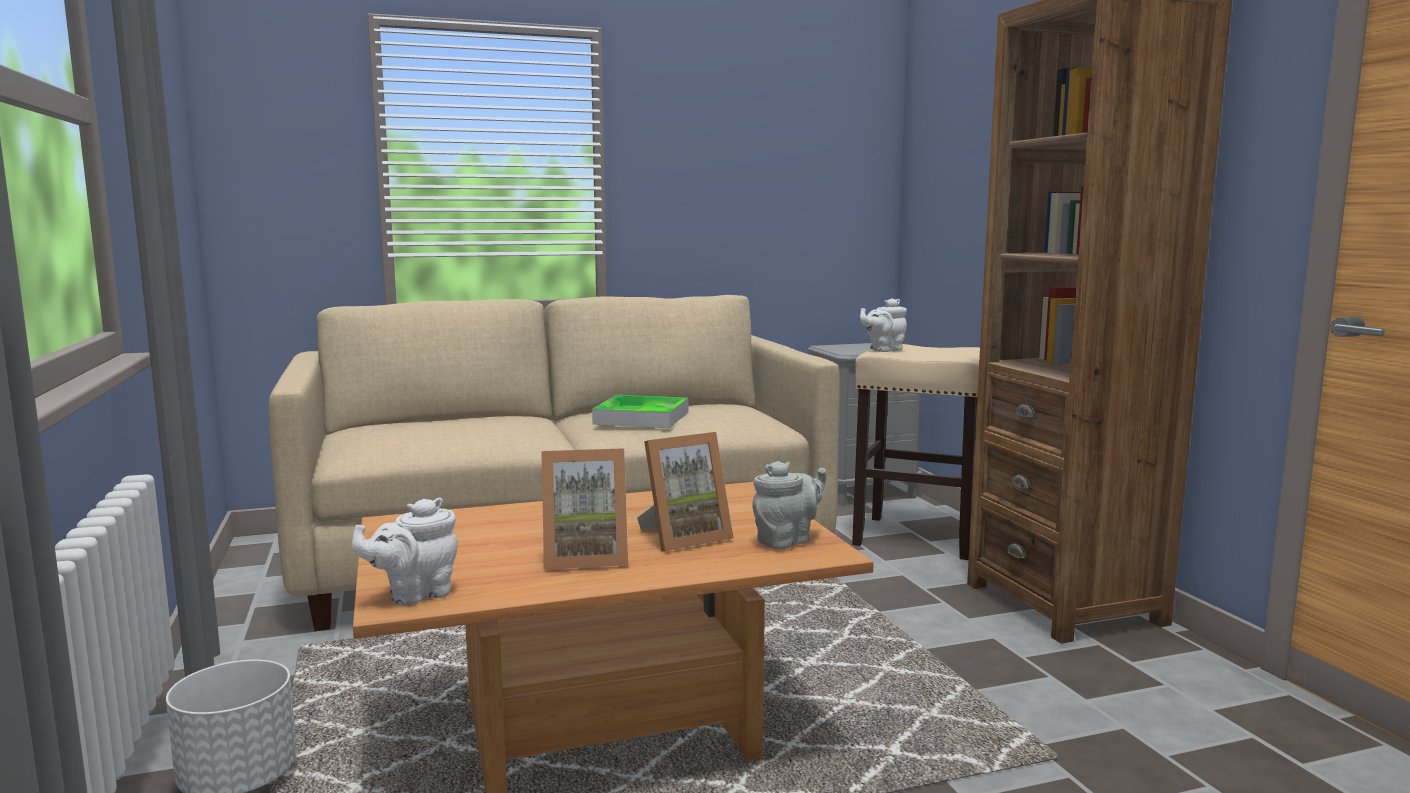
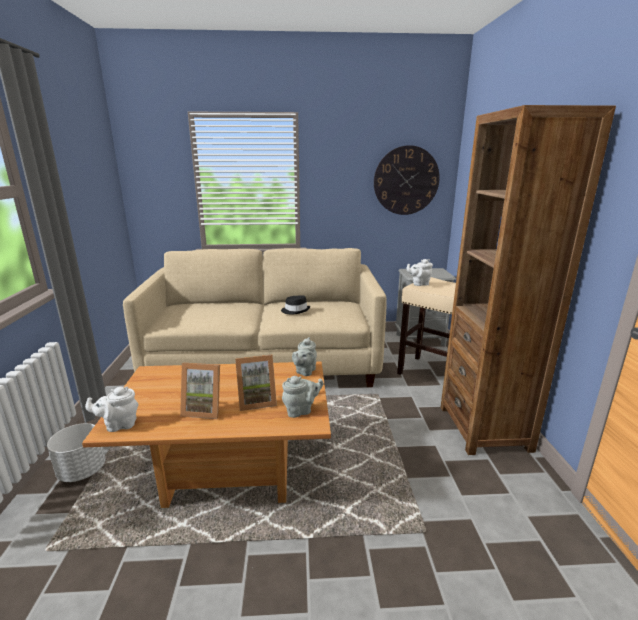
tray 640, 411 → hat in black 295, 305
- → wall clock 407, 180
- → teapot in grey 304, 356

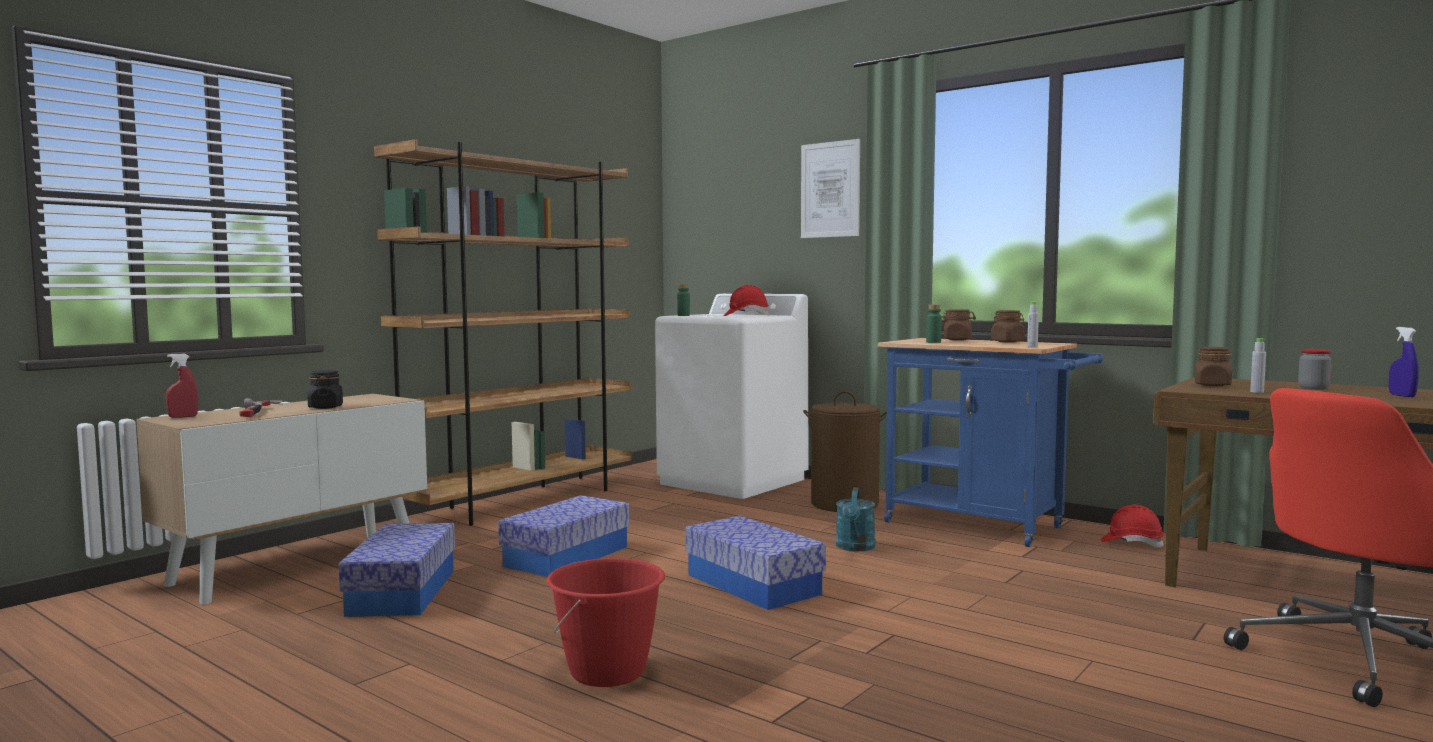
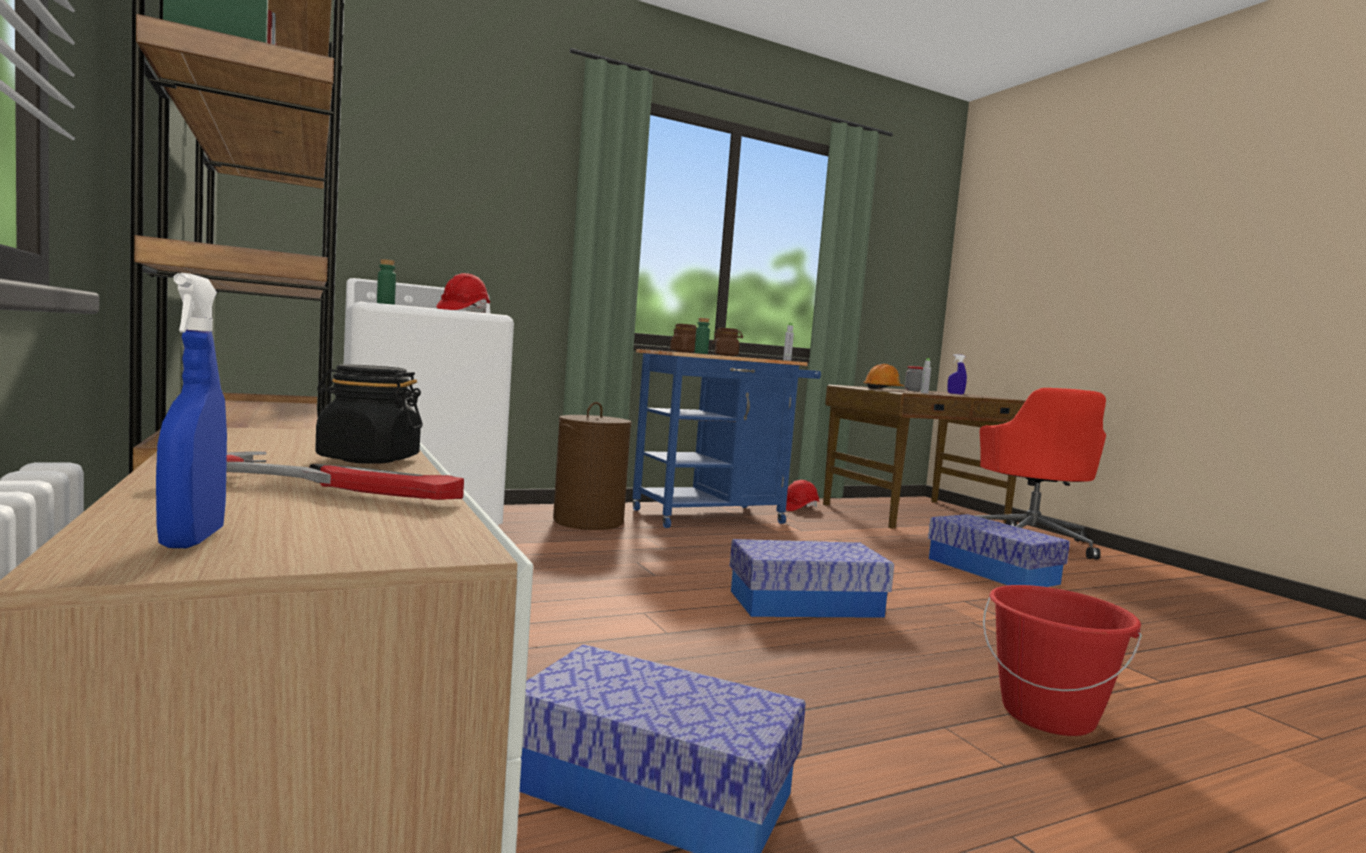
picture 830, 188 → -
jar in brown 1213, 366 → hard hat in orange 883, 376
spray bottle in red 182, 386 → spray bottle in blue 191, 410
watering can in turquoise 855, 519 → -
storage box 564, 536 → storage box 999, 550, move

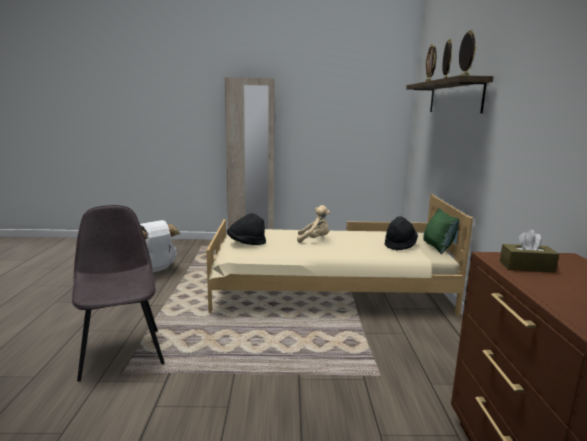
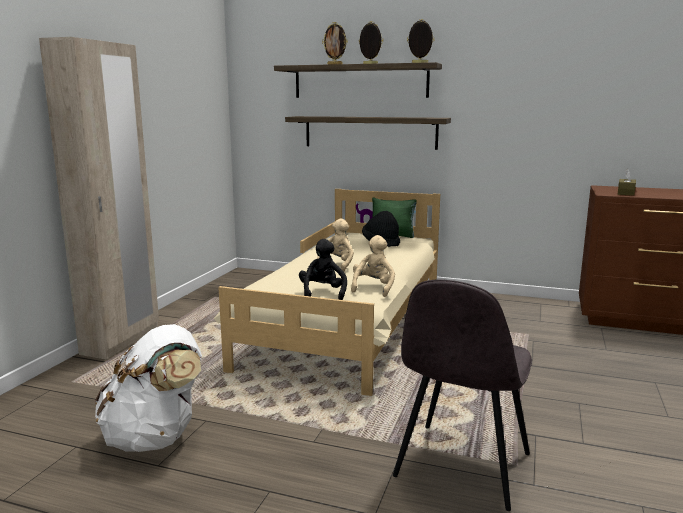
chair in grey 118, 293 → chair in grey 462, 395, 60 degrees counterclockwise
hat in black 246, 229 → plush toy in black 323, 269
- → shelf 368, 133
- → plush toy in beige 373, 266

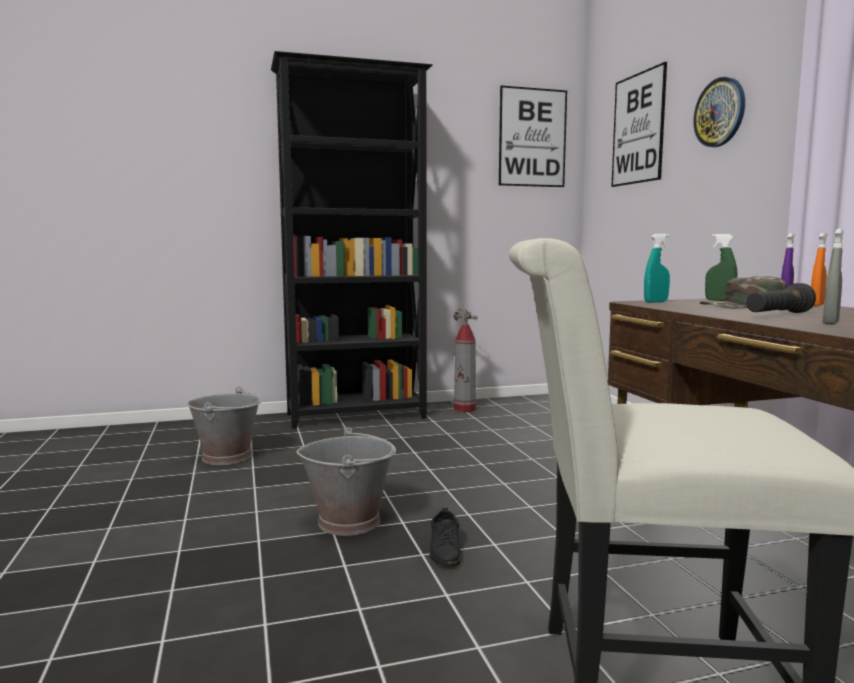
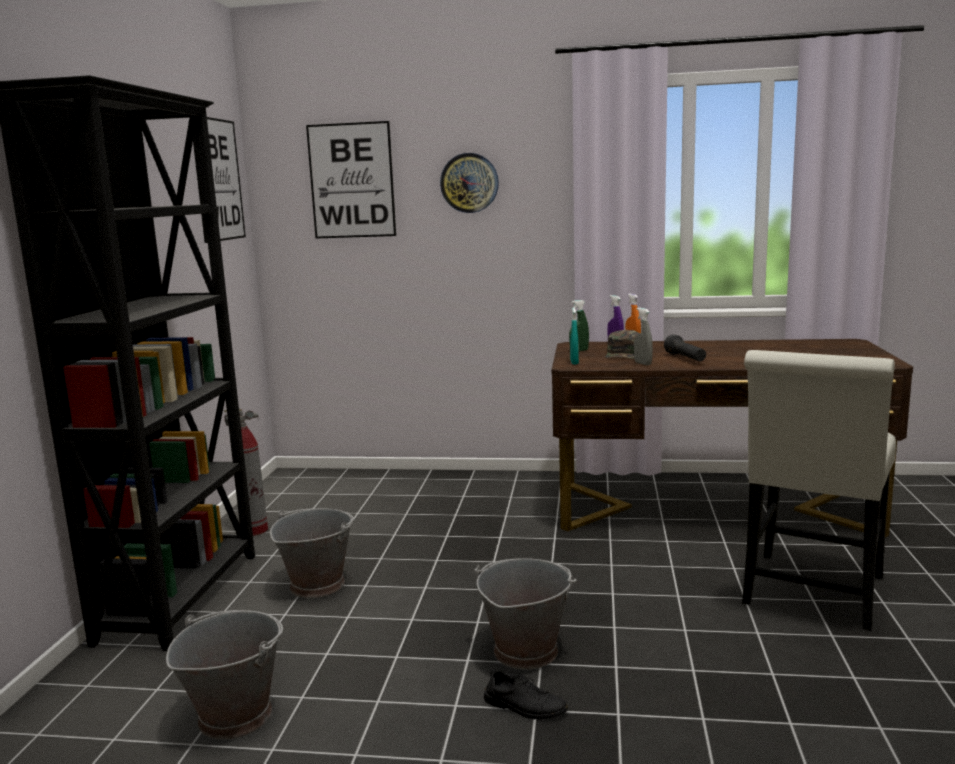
spray bottle in grey 833, 276 → spray bottle in grey 643, 336, move
shoe in black 445, 537 → shoe in black 526, 695, move
- → bucket in grey 312, 553

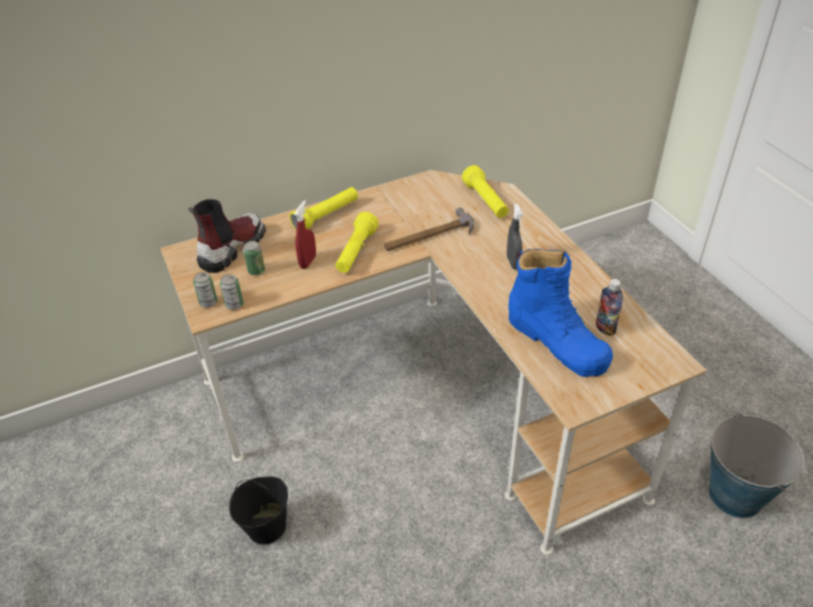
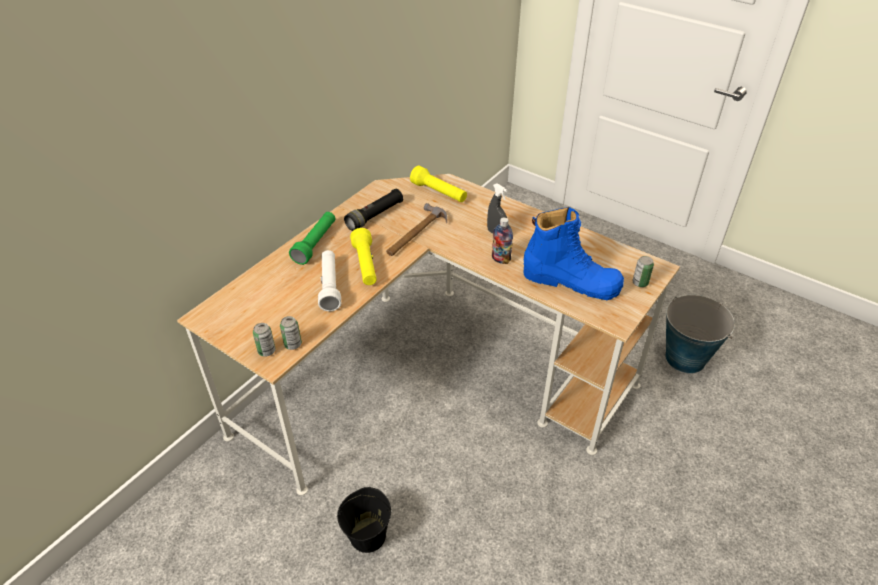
flashlight in yellow 324, 208 → flashlight in green 312, 238
boot 227, 236 → -
spray bottle in red 305, 234 → flashlight in white 329, 280
can 254, 258 → can 643, 271, move
bottle 609, 307 → bottle 502, 240, move
- → flashlight in black 373, 210

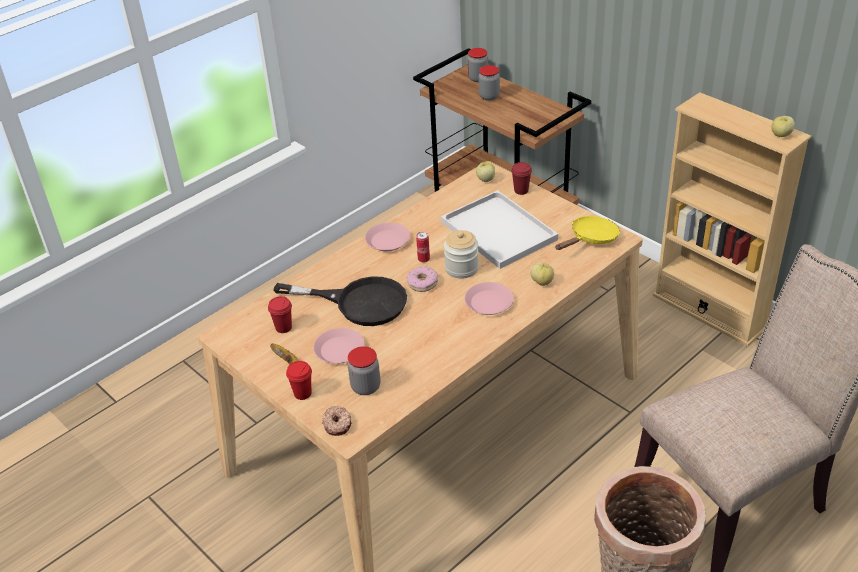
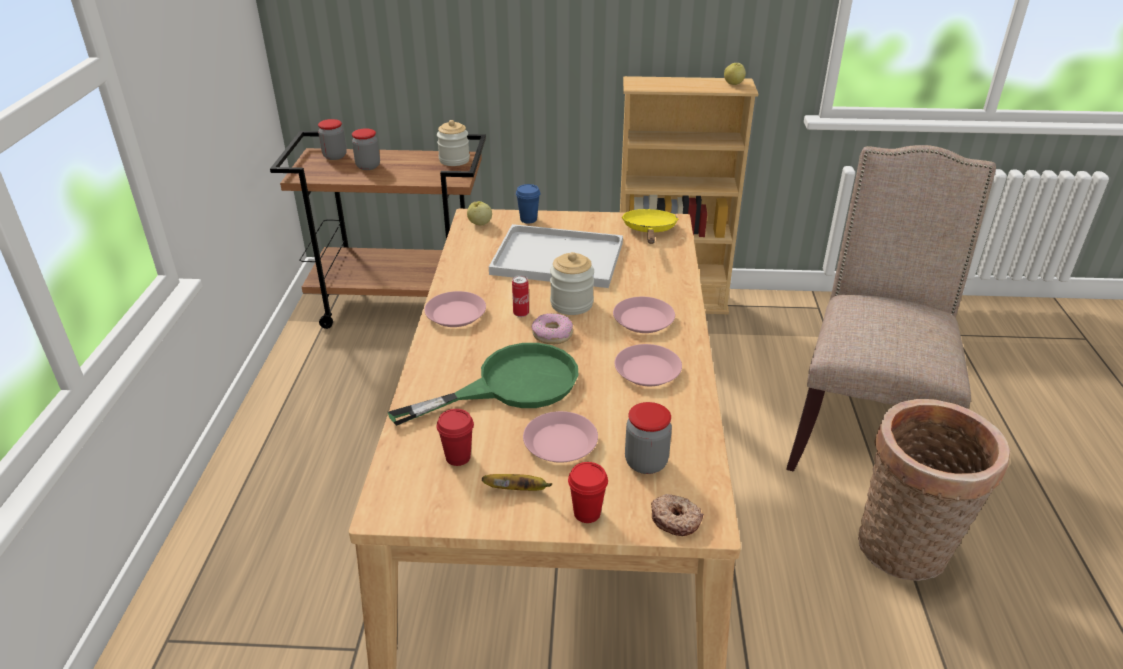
cup in red 521, 178 → cup in blue 528, 203
apple 542, 274 → -
frying pan in black 340, 301 → frying pan in green 483, 384
- → jar 453, 143
- → plate in pink 648, 365

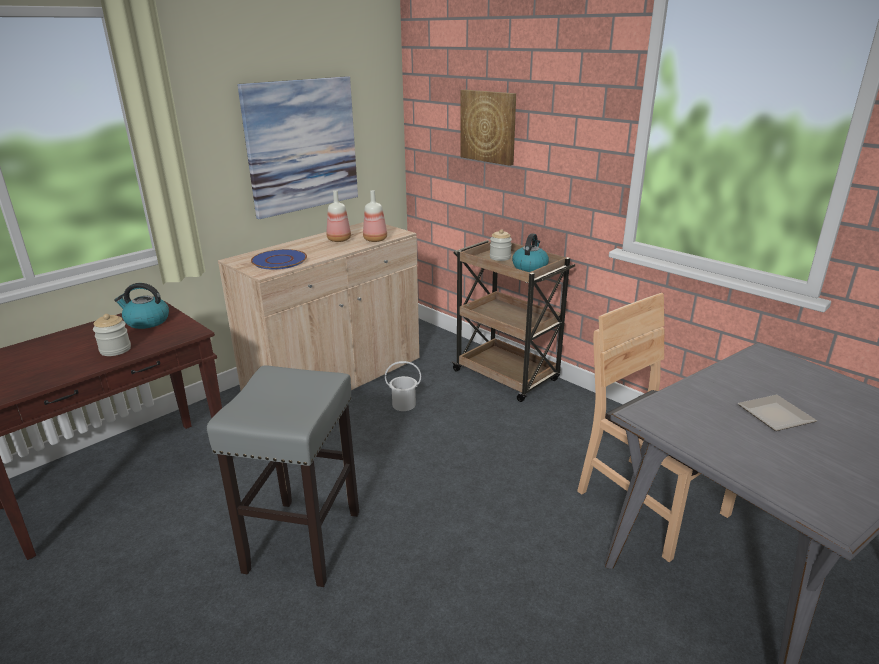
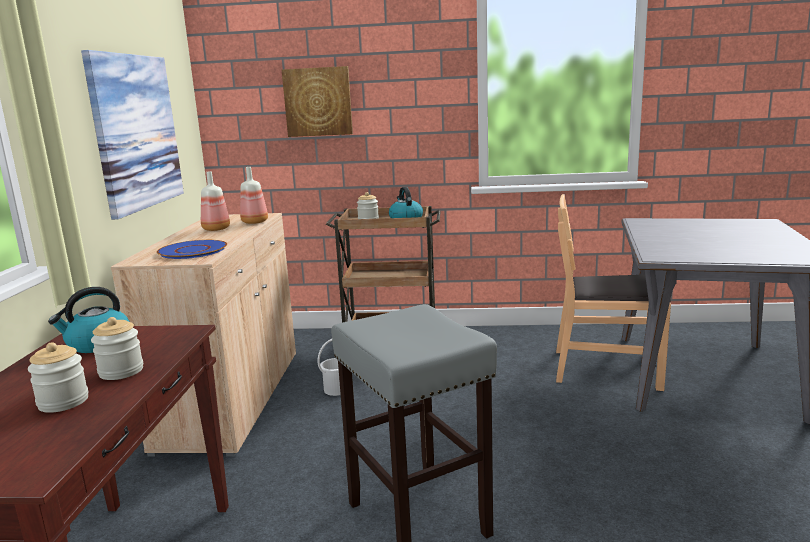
plate 777, 413 → -
- → jar 58, 377

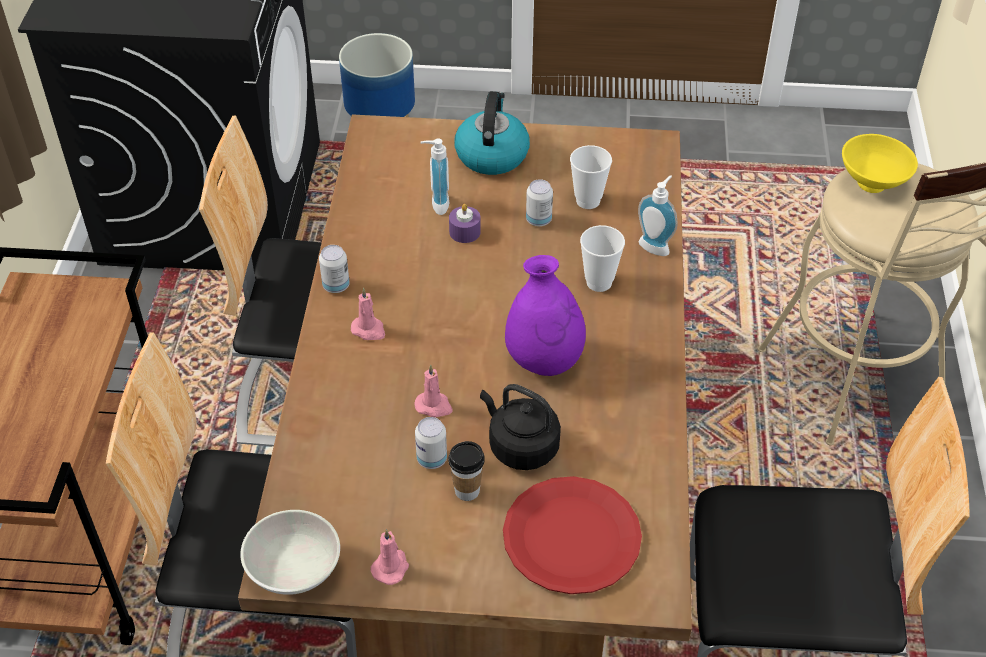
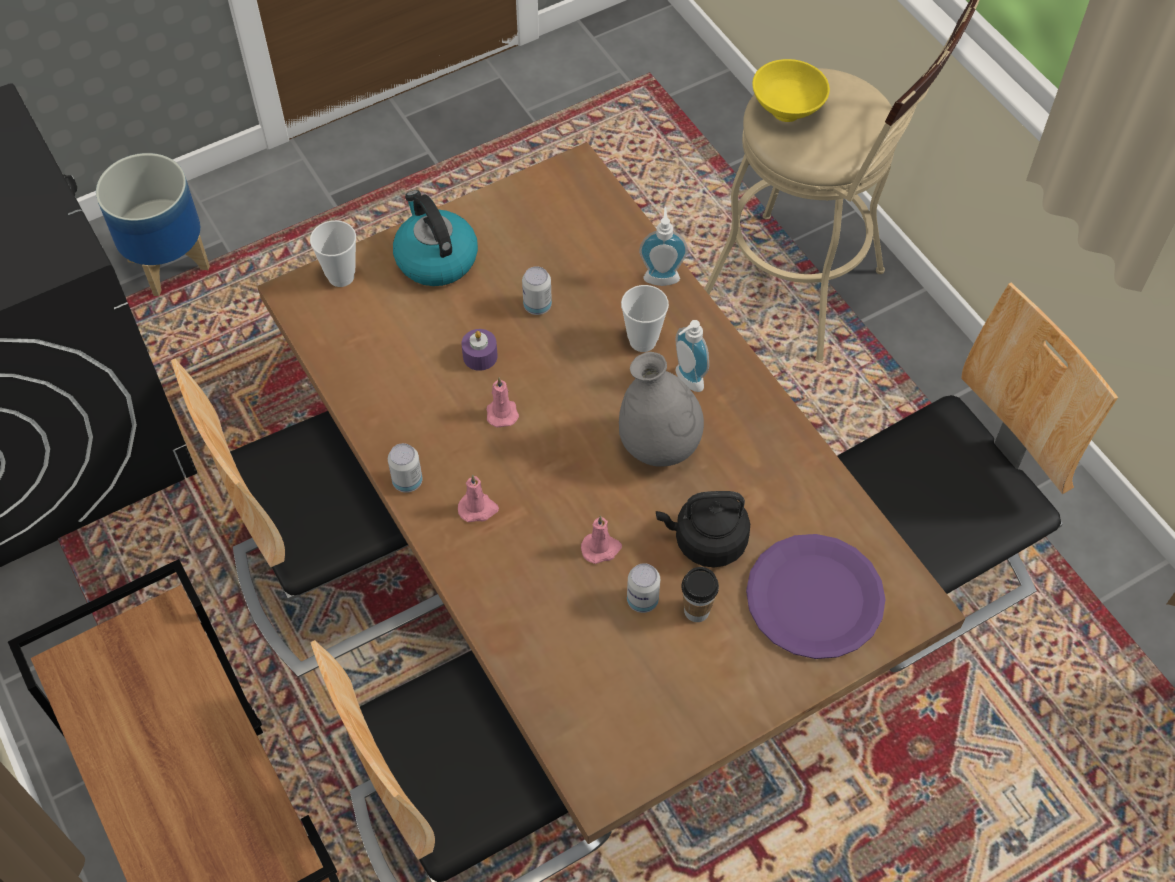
soap dispenser 435, 176 → soap dispenser 692, 356, move
cup 591, 177 → cup 333, 253, move
vase in purple 545, 315 → vase in grey 661, 409
plate in red 572, 535 → plate in purple 816, 596
bowl in white 290, 552 → -
candle in pink 390, 557 → candle in pink 502, 403, move

